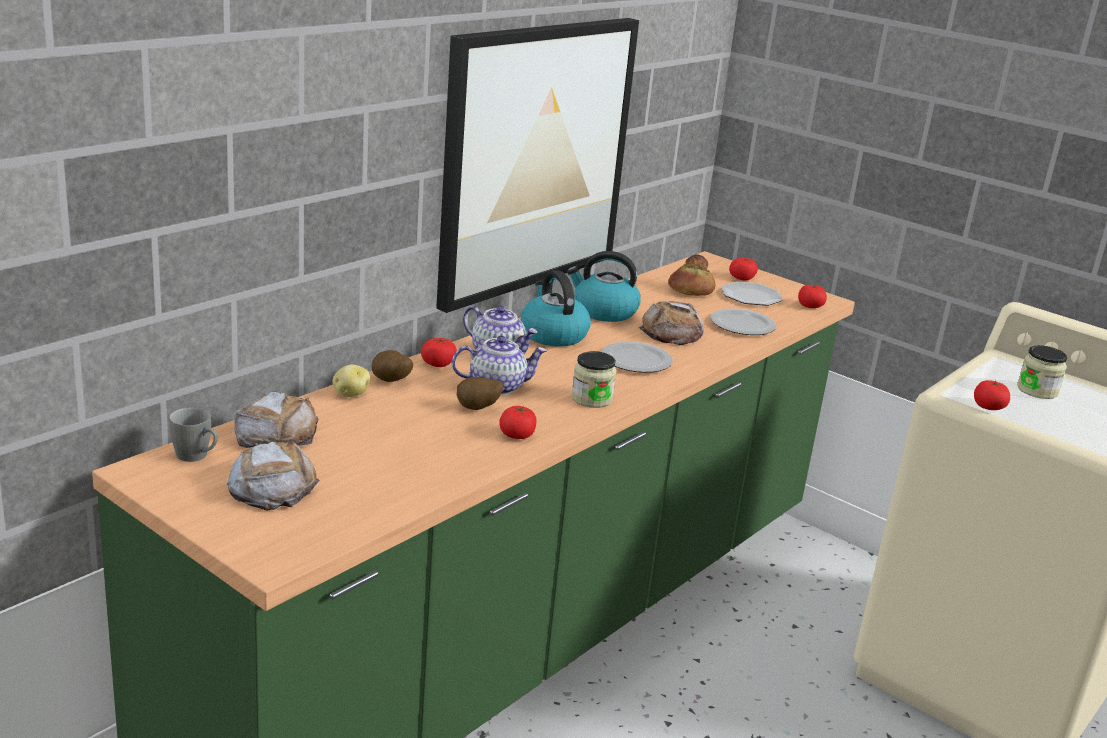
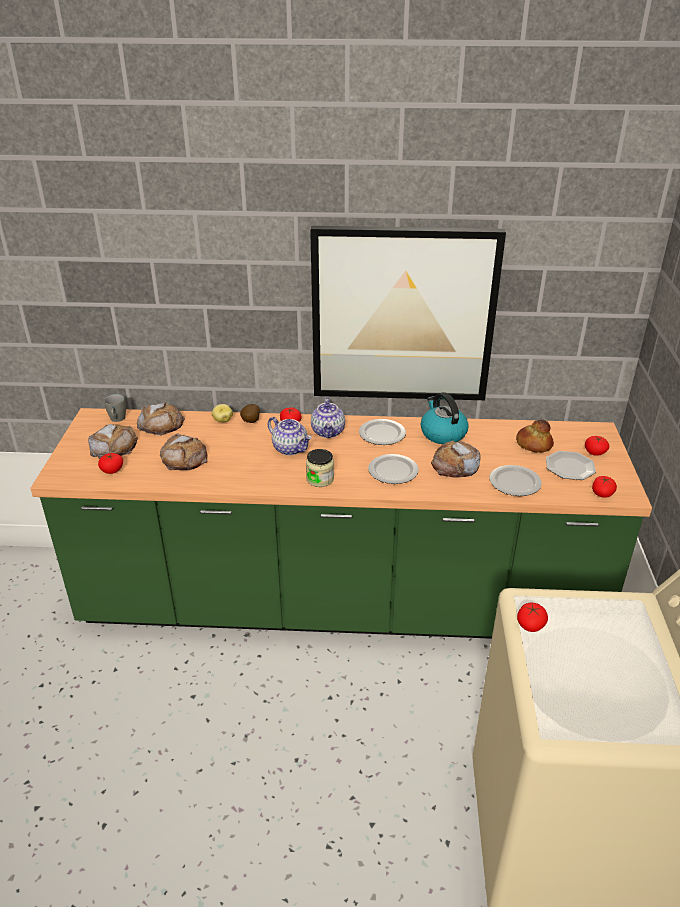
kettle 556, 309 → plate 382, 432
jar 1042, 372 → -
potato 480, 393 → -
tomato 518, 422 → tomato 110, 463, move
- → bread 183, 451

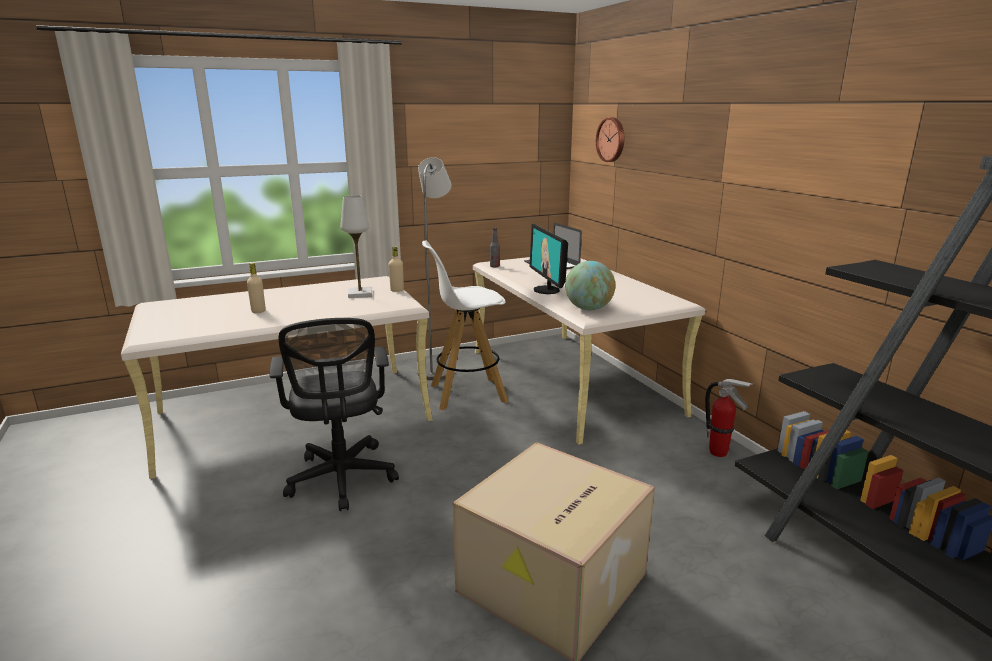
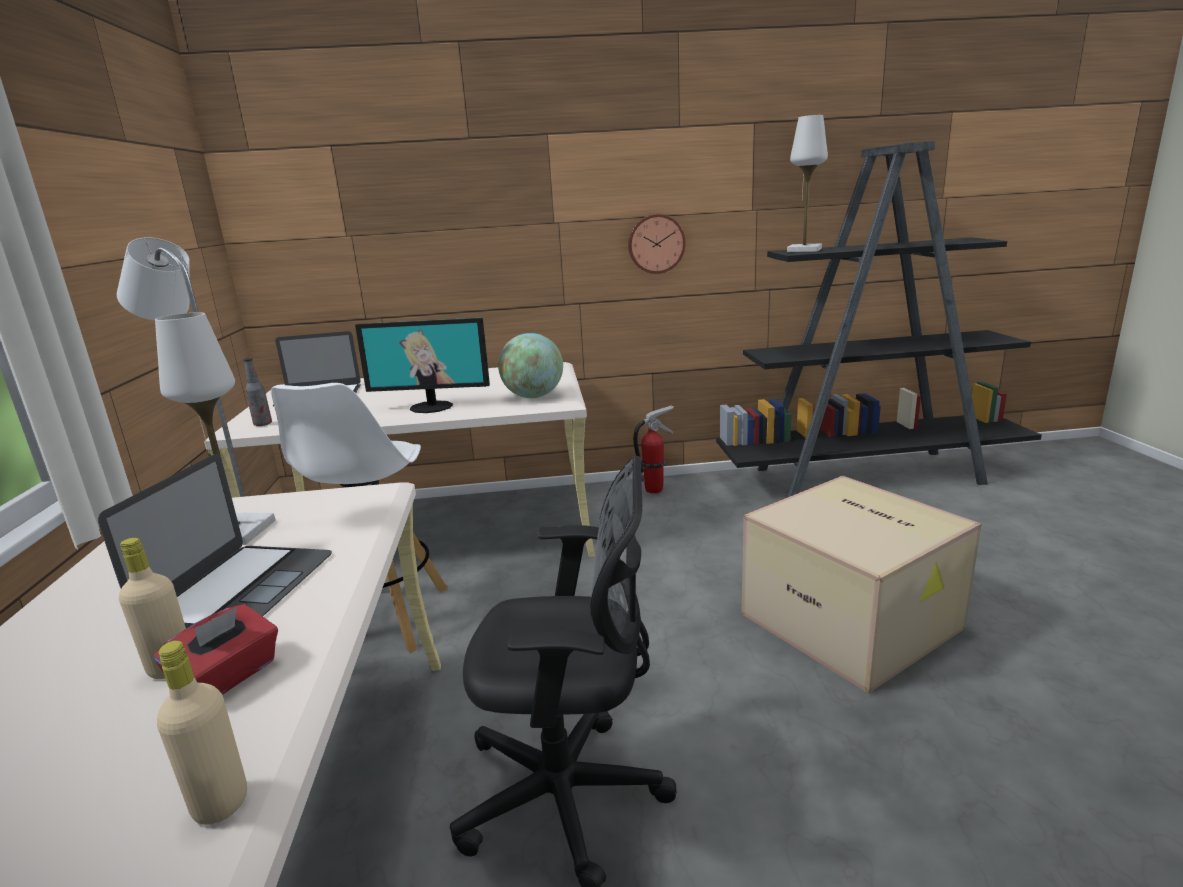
wall clock 610, 139 → wall clock 657, 244, move
bottle in beige 396, 269 → bottle in beige 202, 733, move
- → table lamp in white 807, 183
- → laptop 215, 541
- → tissue box in red 215, 649

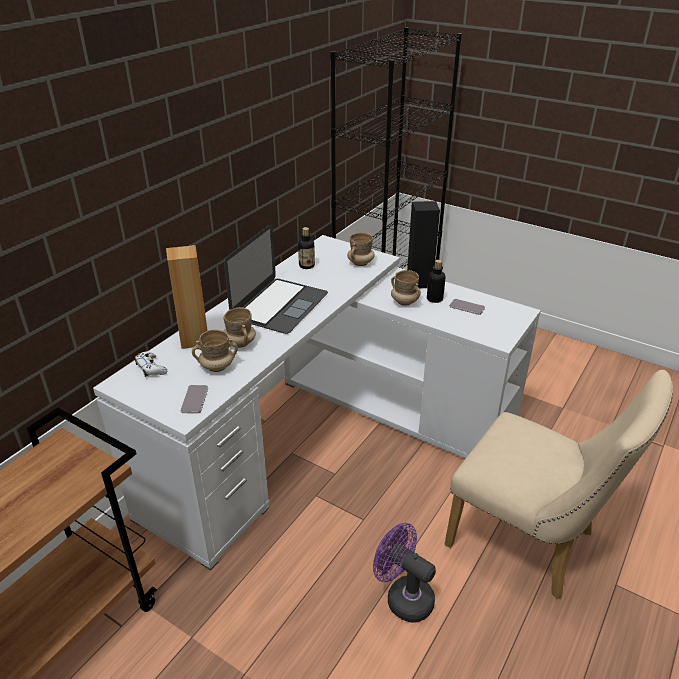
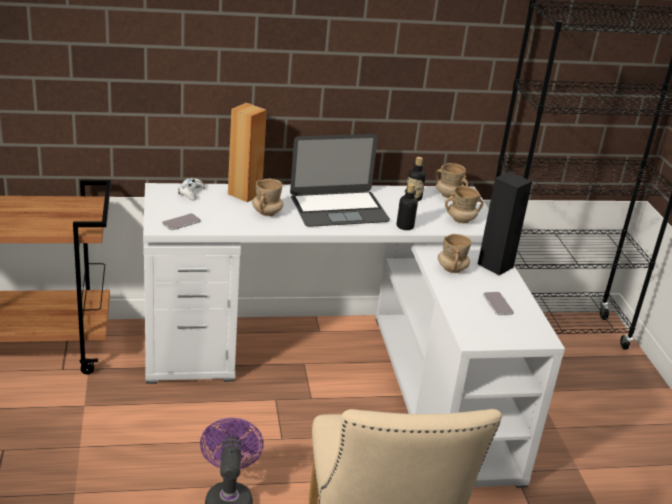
bottle 436, 281 → bottle 407, 206, move
mug in beige 215, 350 → mug in beige 451, 180, move

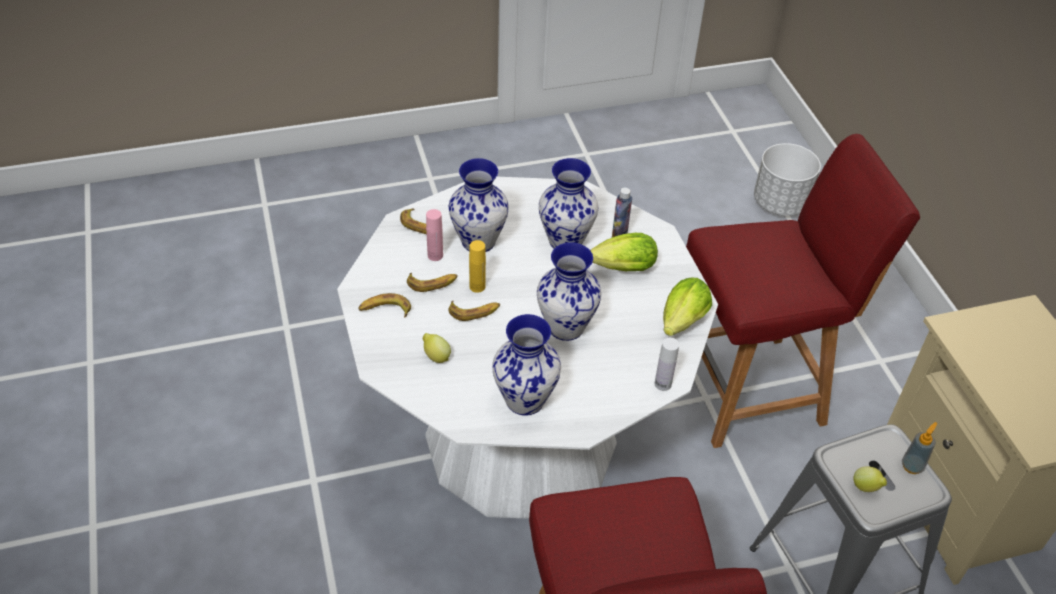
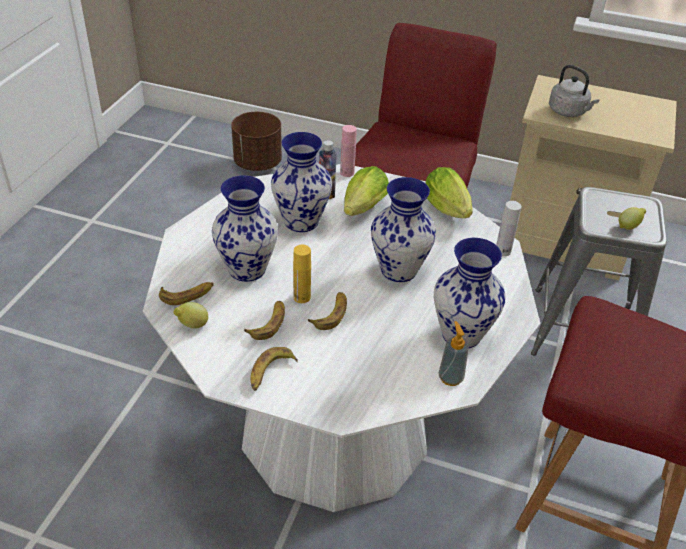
planter in white 787, 179 → planter in brown 256, 141
bottle in pink 434, 235 → bottle in pink 348, 151, move
lemon 437, 348 → lemon 190, 315, move
soap dispenser 919, 448 → soap dispenser 454, 353, move
- → kettle in grey 574, 91

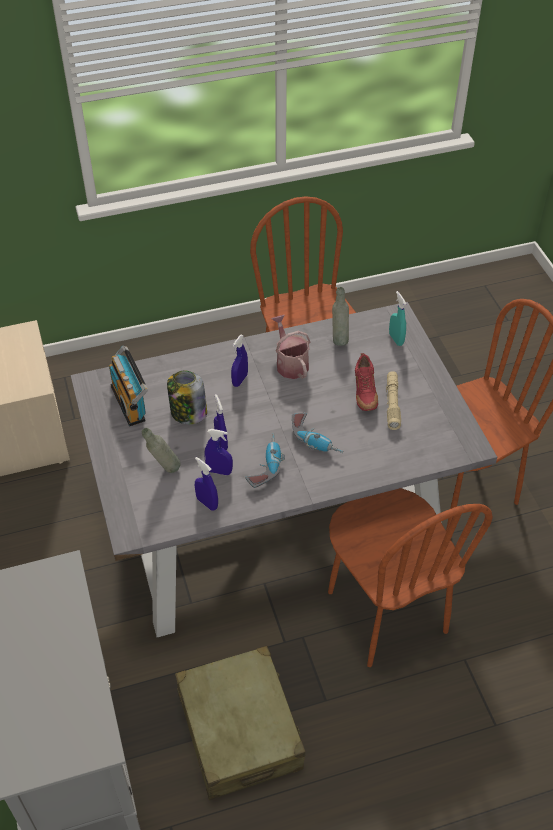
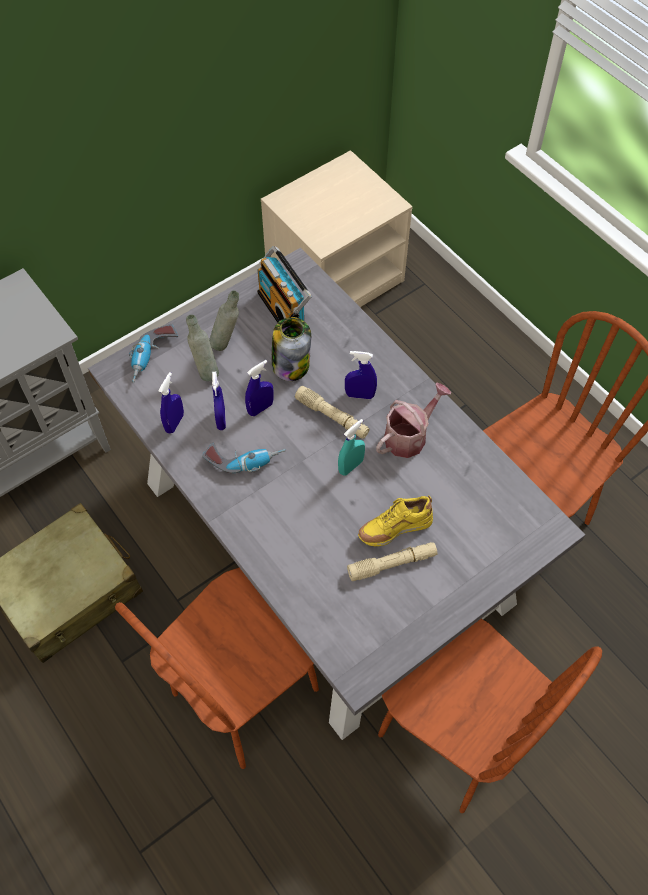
bottle in grey 340, 316 → bottle in grey 224, 320, move
spray bottle in turquoise 397, 318 → spray bottle in turquoise 351, 447, move
radio 128, 386 → radio 284, 284, 75 degrees counterclockwise
shoe in red 366, 382 → shoe in yellow 395, 521
power drill 317, 433 → power drill 153, 353, move
- → flashlight in beige 332, 412

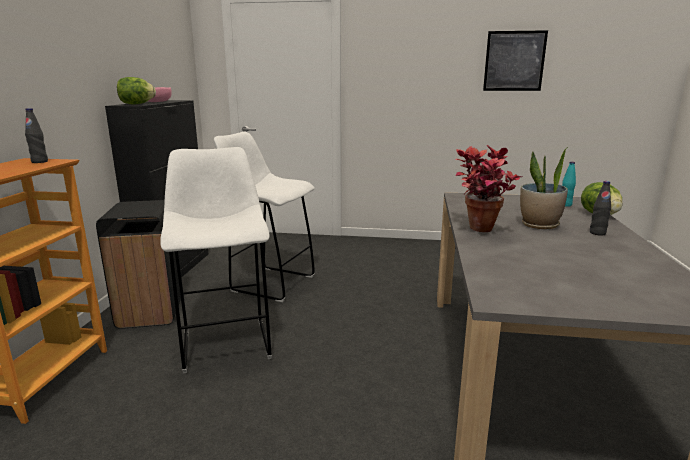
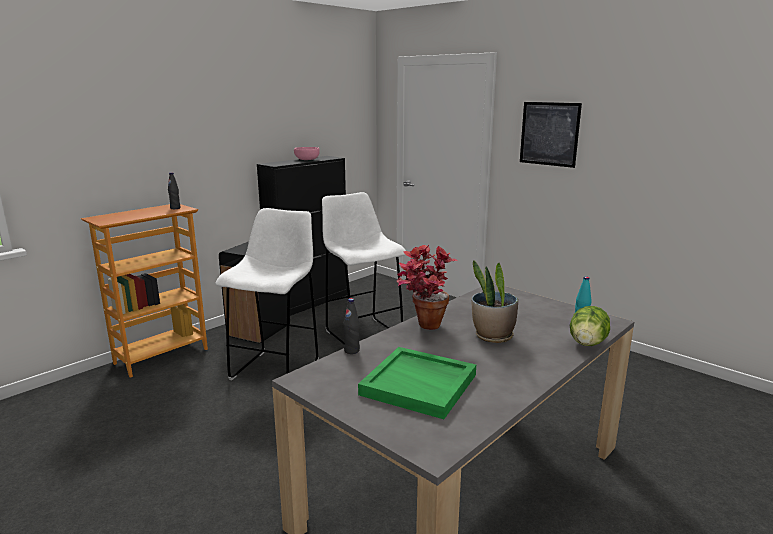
picture 515, 60 → picture 551, 135, move
lettuce 136, 90 → -
bottle in black 600, 208 → bottle in black 351, 326, move
- → tray in green 417, 383

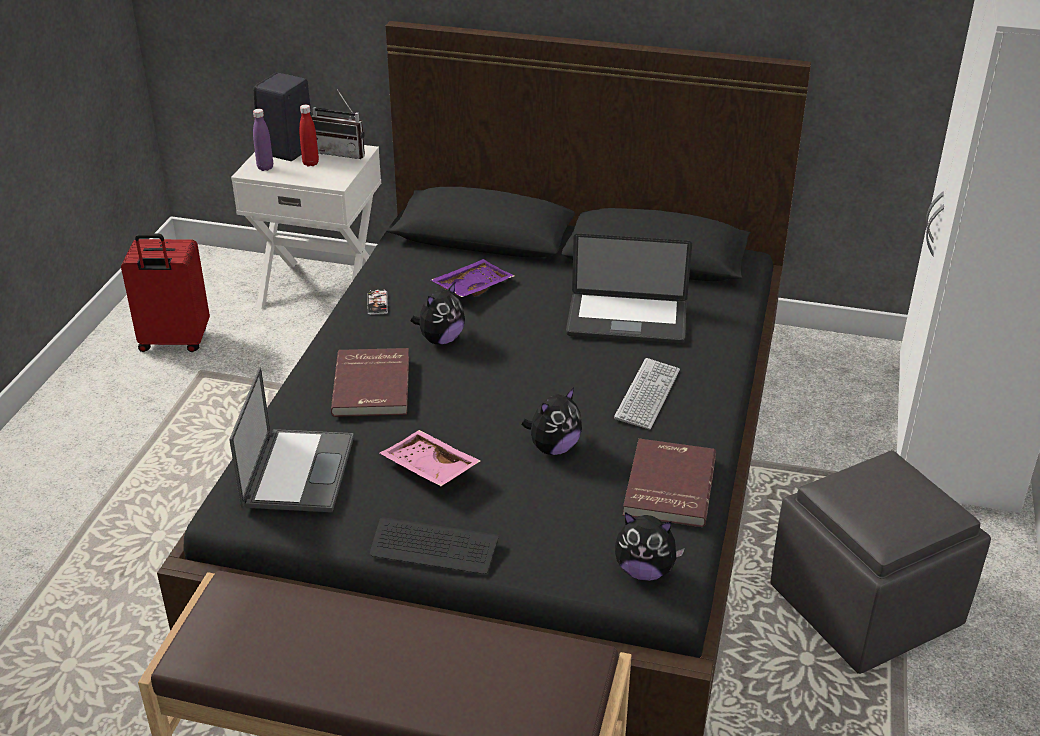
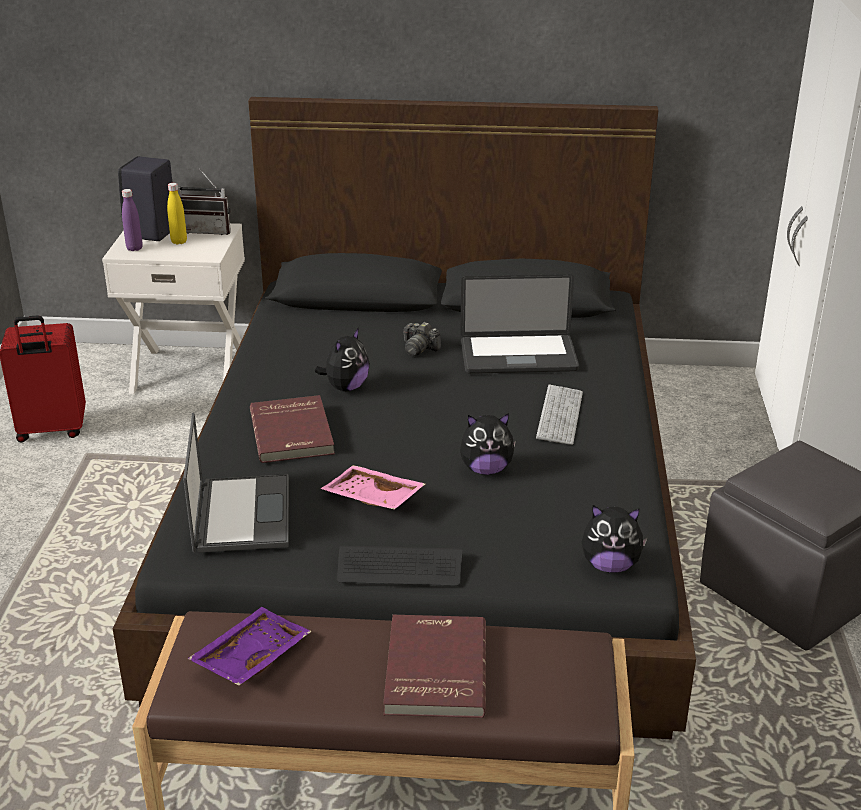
bottle in red 309, 135 → bottle in yellow 177, 214
tray in purple 472, 278 → tray in purple 249, 646, move
phone 378, 302 → -
plush toy 551, 421 → plush toy 488, 444, 45 degrees clockwise
book in red 669, 483 → book in red 434, 666, move
- → photo camera 422, 339

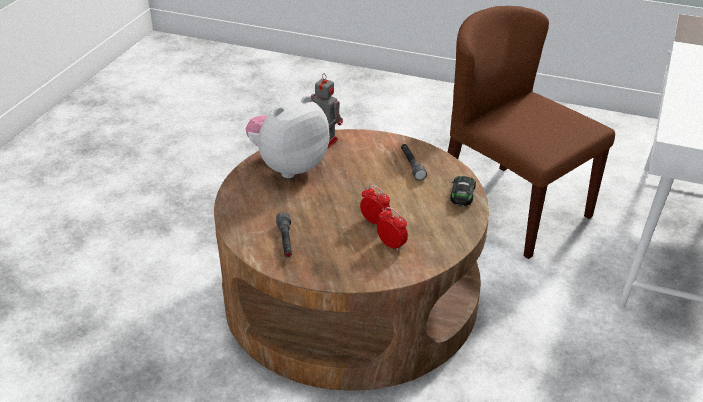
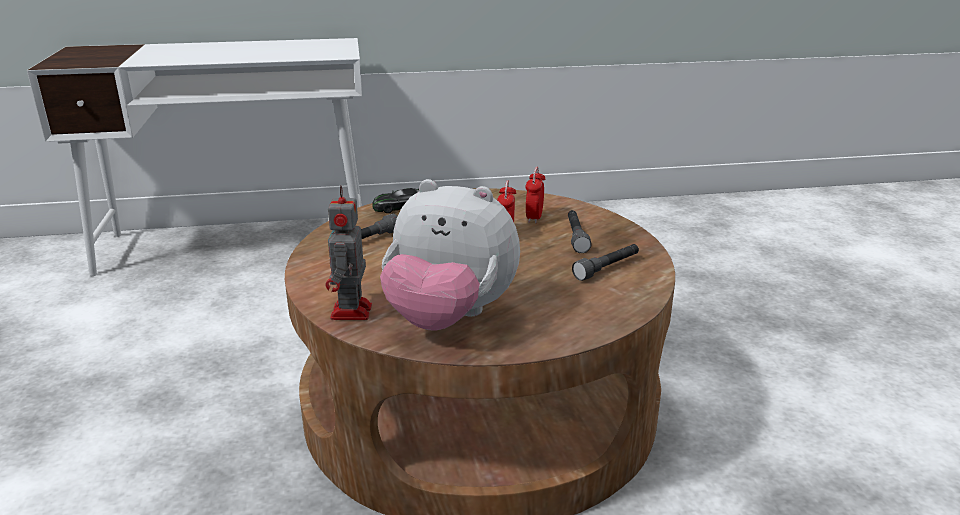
chair in brown 531, 132 → -
- → flashlight in grey 579, 231

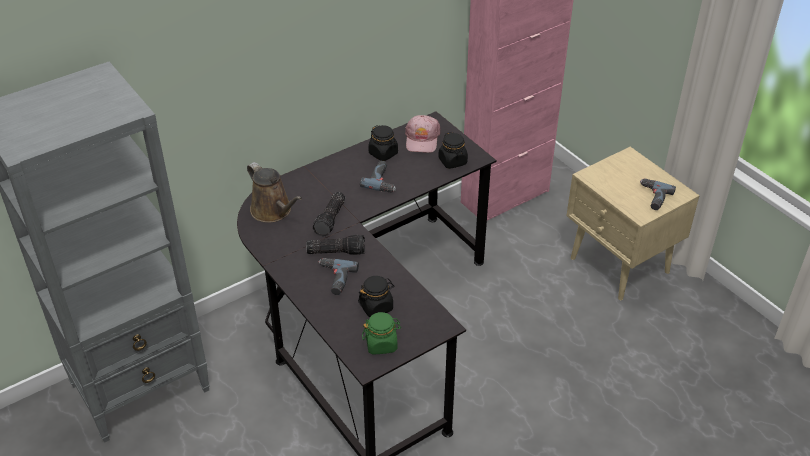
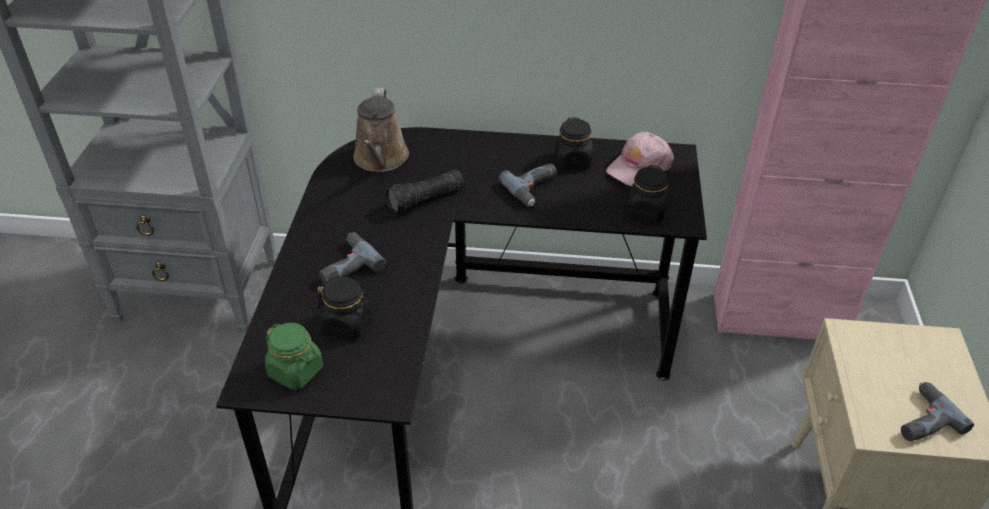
flashlight 335, 244 → -

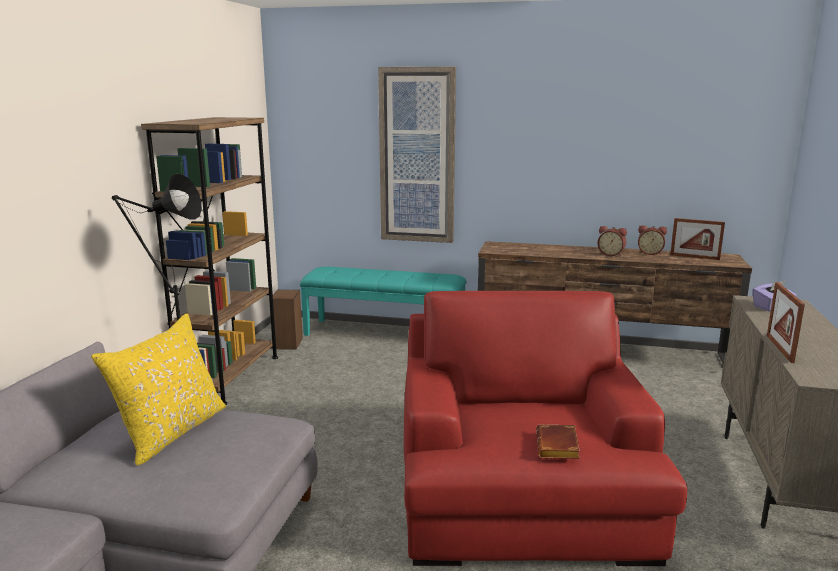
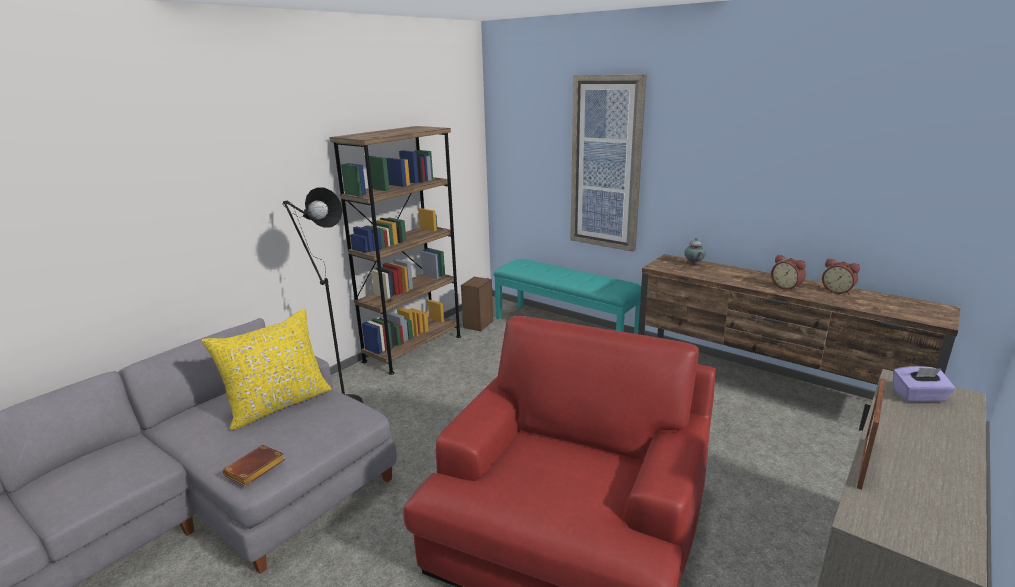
picture frame 697, 239 → -
book in brown 558, 442 → book in brown 254, 465, move
- → teapot 695, 252

